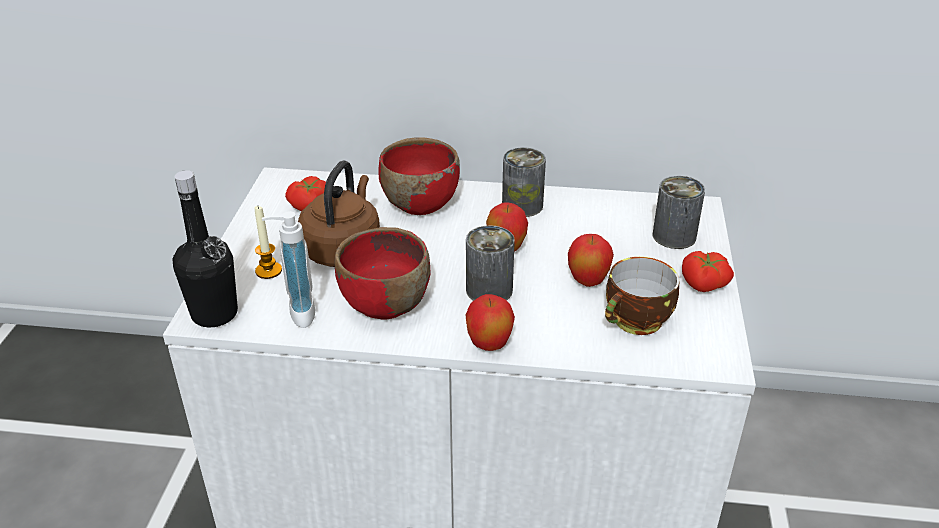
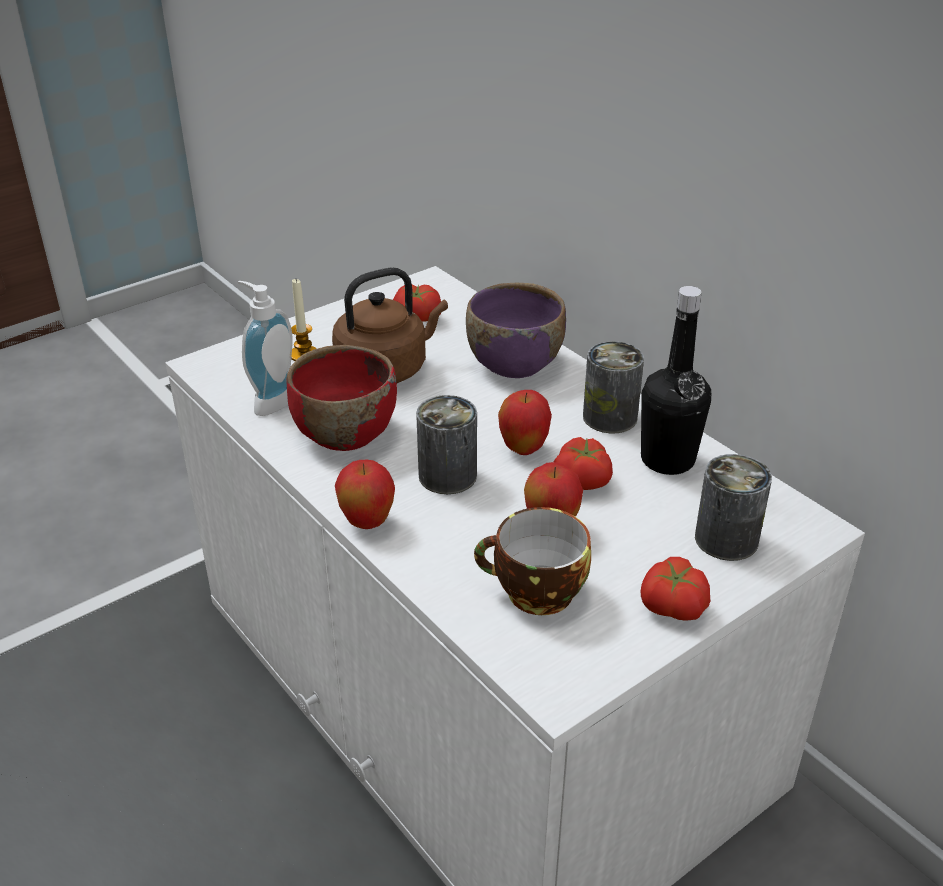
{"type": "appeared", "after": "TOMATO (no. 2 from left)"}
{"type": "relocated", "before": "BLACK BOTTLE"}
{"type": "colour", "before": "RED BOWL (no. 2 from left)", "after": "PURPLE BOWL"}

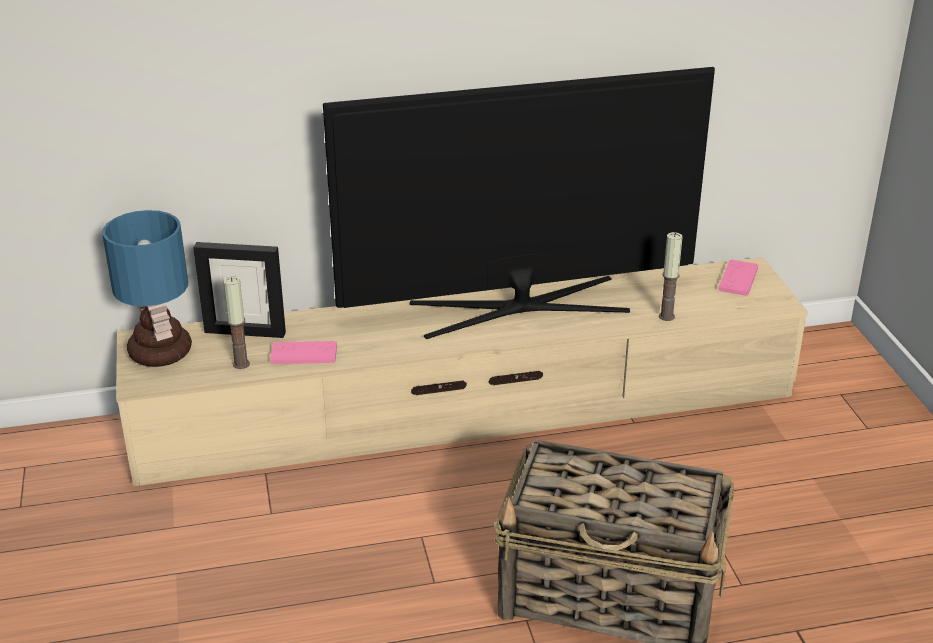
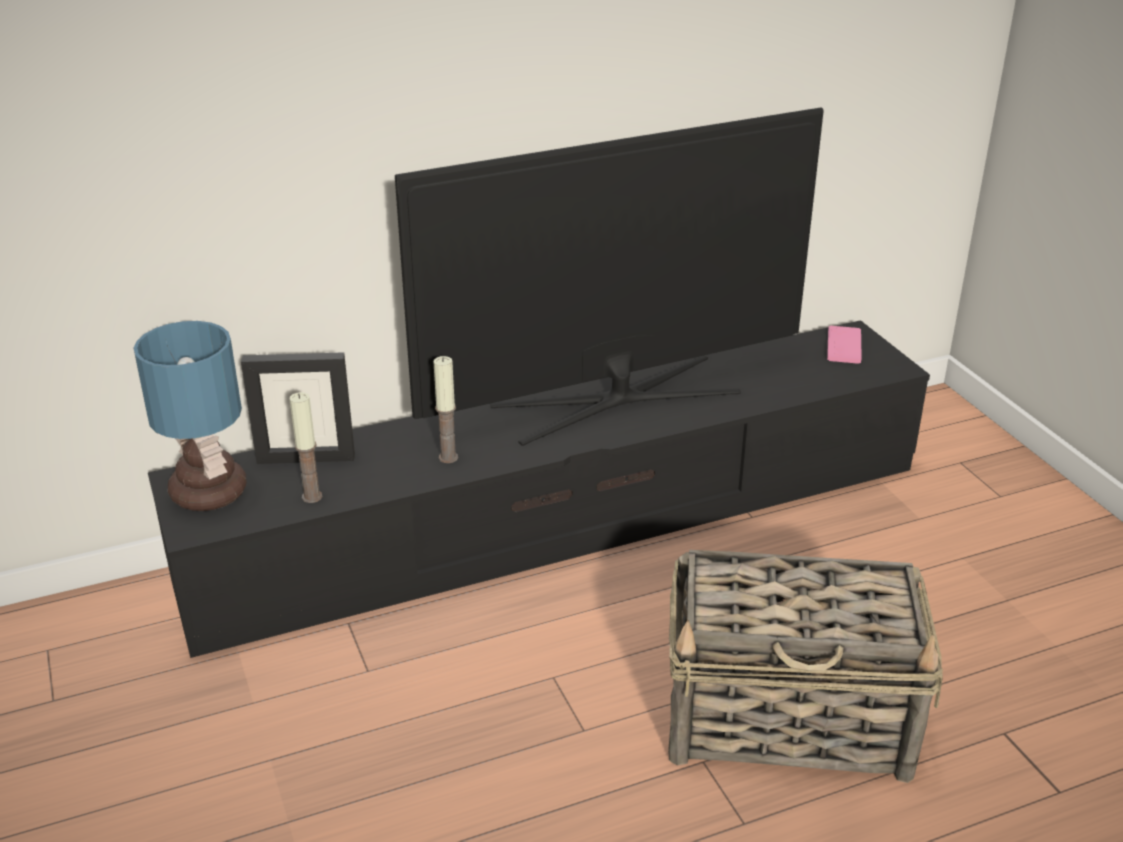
{"type": "missing", "before": "PINK GAME CONTROLLER (no. 1 from left)"}
{"type": "relocated", "before": "CANDLE (no. 2 from left)"}
{"type": "colour", "before": "BEIGE TV STAND", "after": "BLACK TV STAND"}

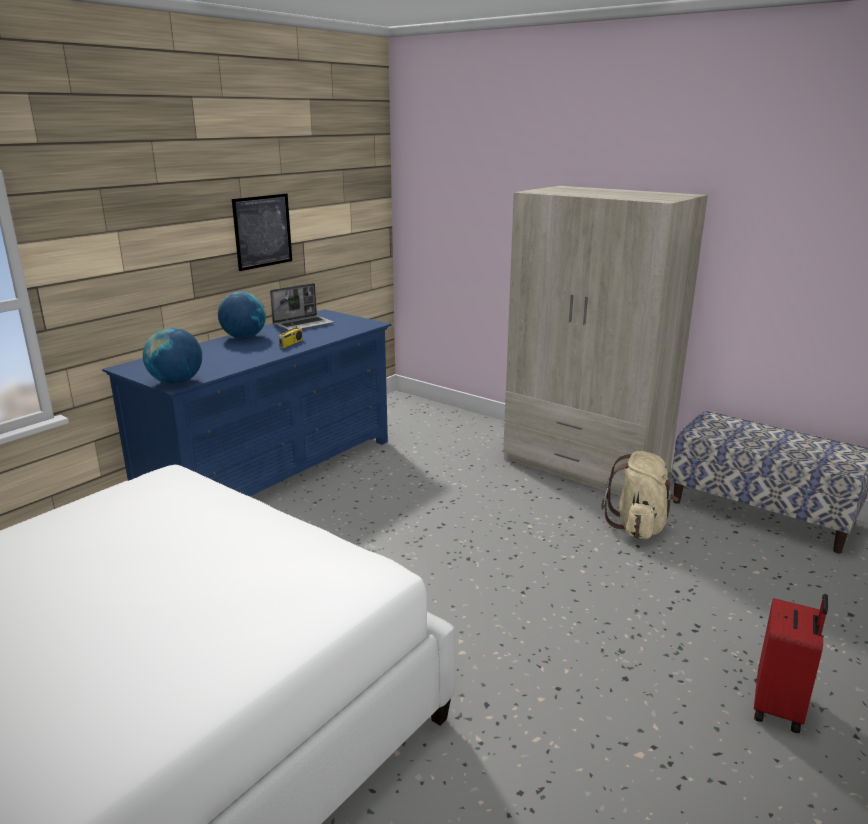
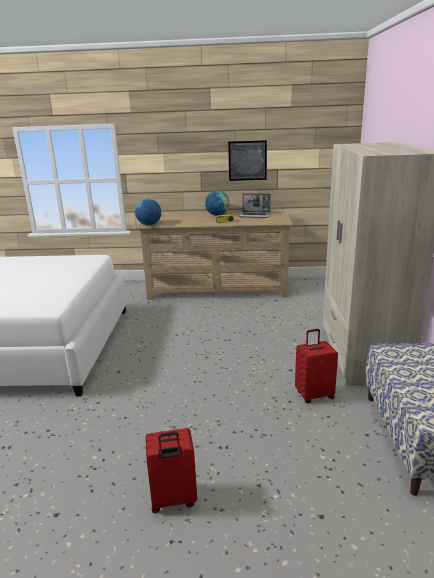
{"type": "exchanged", "before": "BEIGE BACKPACK", "after": "RED SUITCASE (no. 2 from left)"}
{"type": "colour", "before": "BLUE DRESSER", "after": "BEIGE DRESSER"}

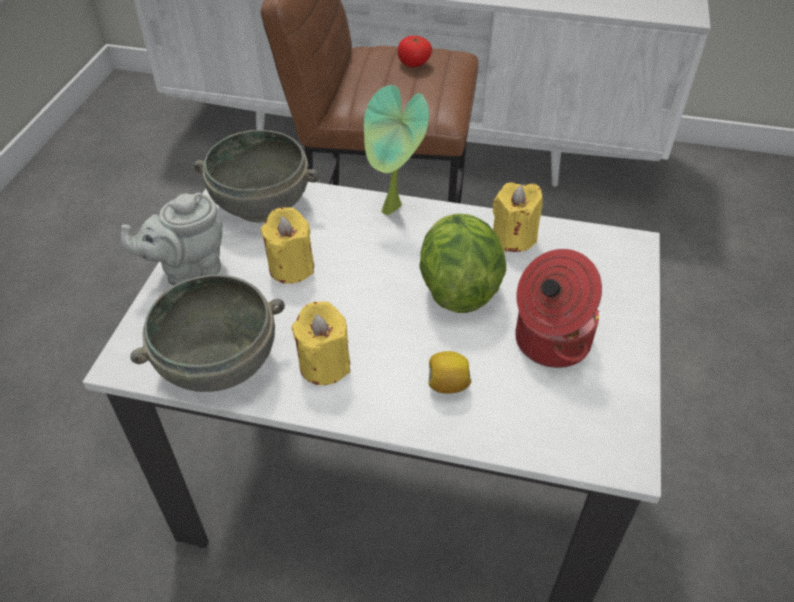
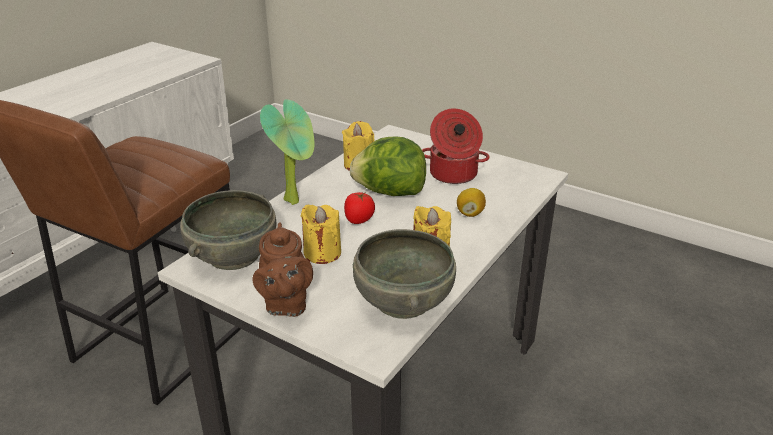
{"type": "relocated", "before": "TOMATO"}
{"type": "colour", "before": "GREY TEAPOT", "after": "BROWN TEAPOT"}

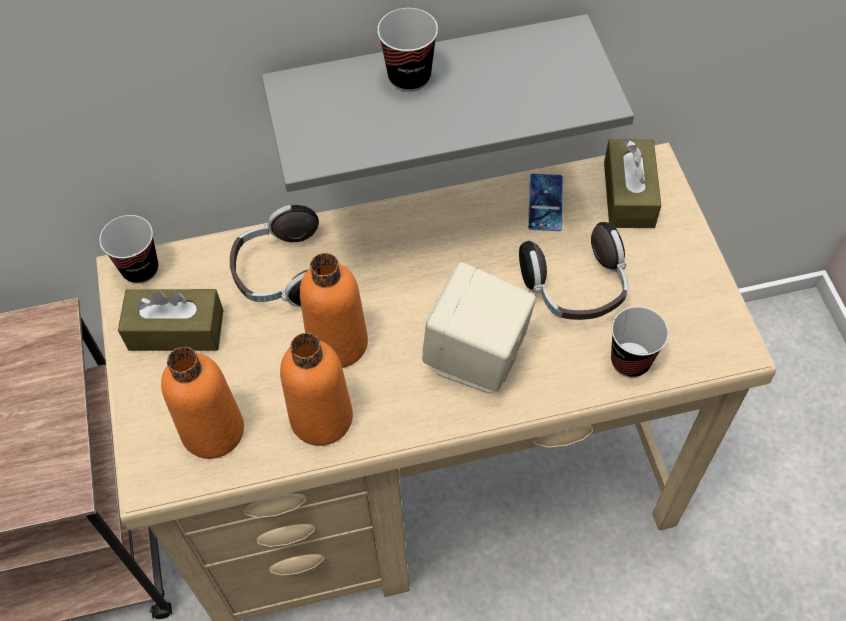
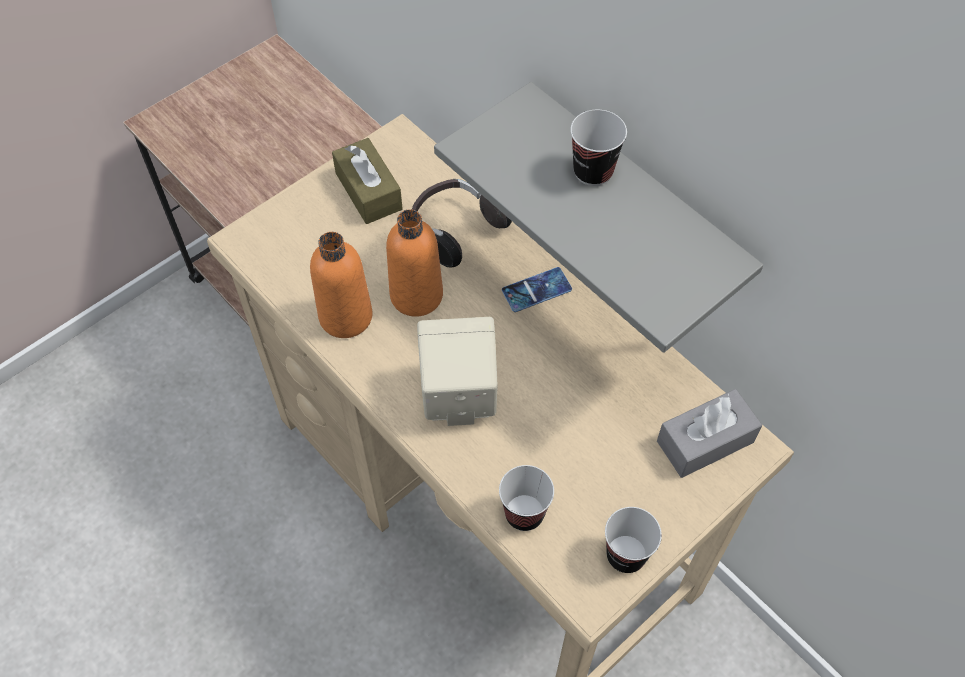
{"type": "missing", "before": "ORANGE BOTTLE (no. 1 from left)"}
{"type": "missing", "before": "HEADPHONES (no. 2 from left)"}
{"type": "relocated", "before": "CUP (no. 1 from left in the first image)", "after": "CUP (no. 3 from left)"}
{"type": "relocated", "before": "PHONE"}
{"type": "colour", "before": "BROWN TISSUE BOX (no. 2 from left)", "after": "GREY TISSUE BOX"}

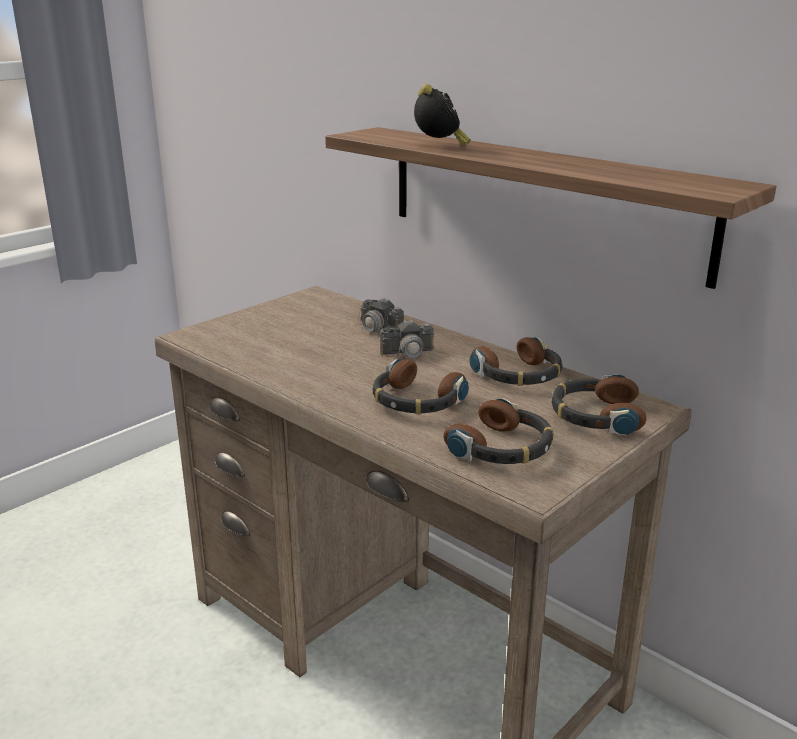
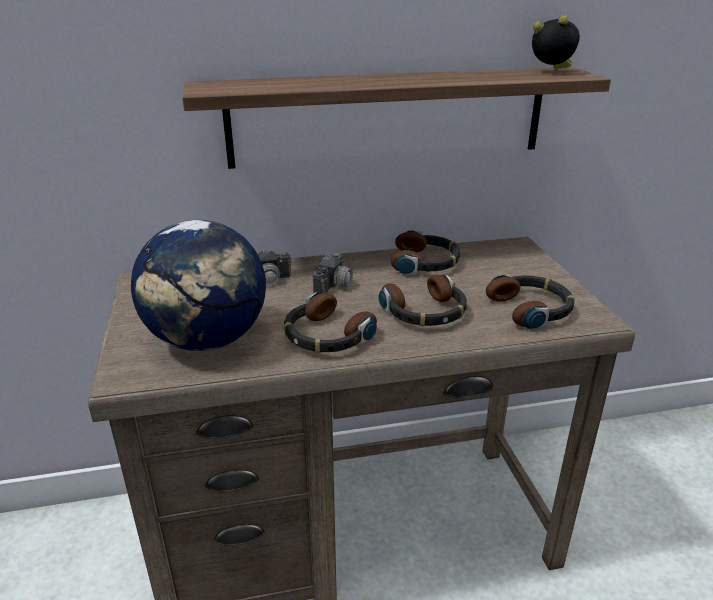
{"type": "appeared", "after": "GLOBE"}
{"type": "relocated", "before": "ALARM CLOCK"}
{"type": "relocated", "before": "HEADPHONES (no. 4 from left in the first image)", "after": "HEADPHONES (no. 1 from left)"}

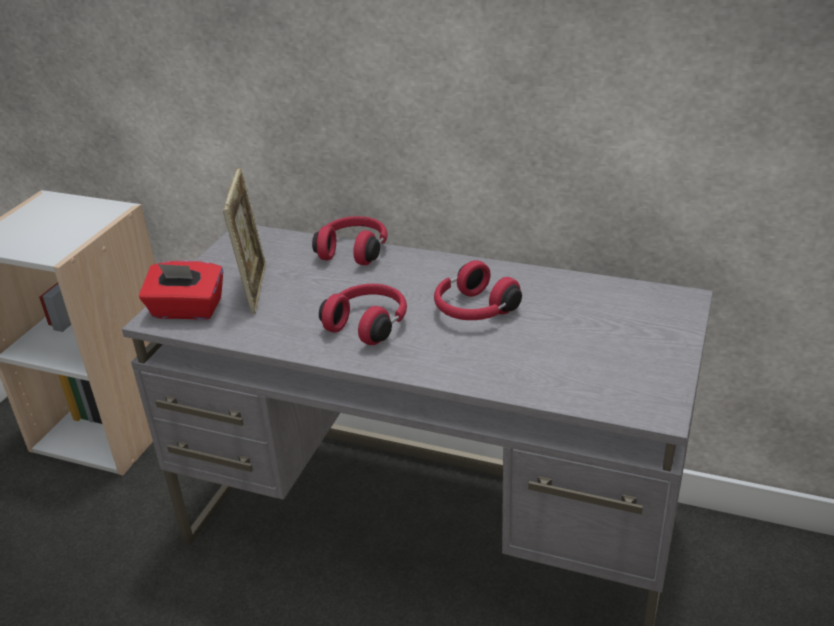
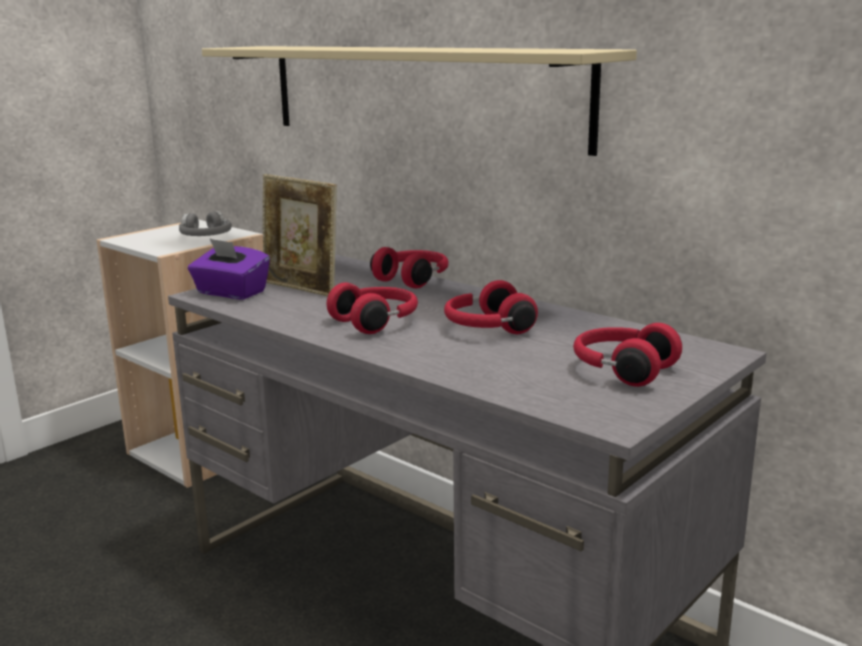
{"type": "appeared", "after": "GREY HEADPHONES"}
{"type": "appeared", "after": "BEIGE SHELF"}
{"type": "appeared", "after": "RED HEADPHONES (no. 4 from left)"}
{"type": "colour", "before": "RED TISSUE BOX", "after": "PURPLE TISSUE BOX"}
{"type": "spun", "before": "PICTURE FRAME", "turn": 105}

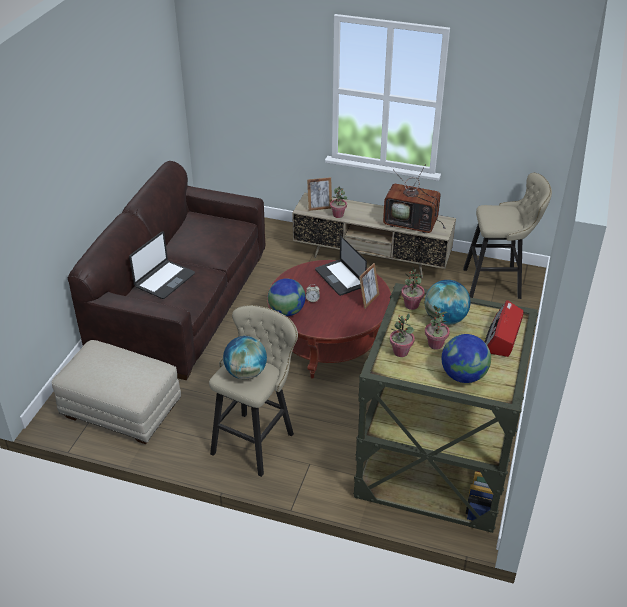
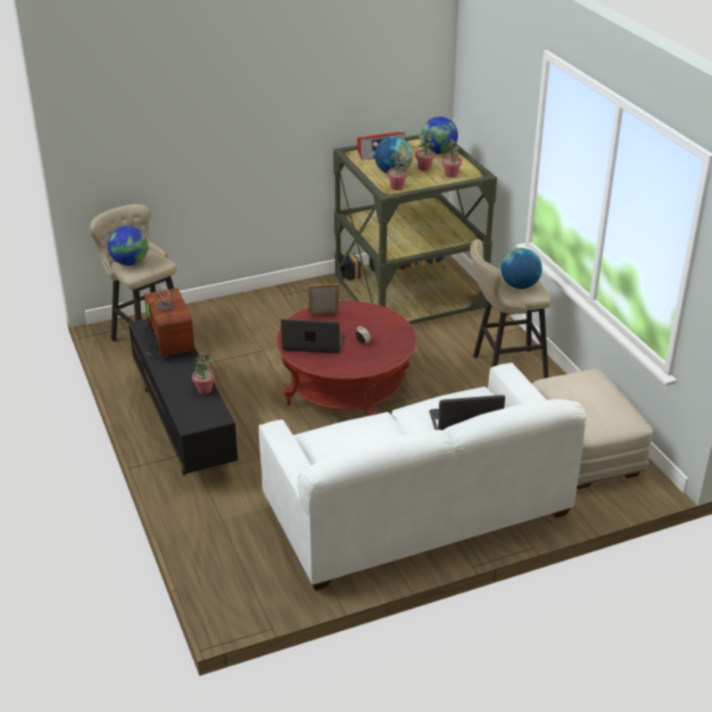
{"type": "missing", "before": "PICTURE FRAME (no. 1 from left)"}
{"type": "relocated", "before": "GLOBE (no. 2 from left in the first image)", "after": "GLOBE (no. 1 from left)"}
{"type": "colour", "before": "BROWN SOFA", "after": "WHITE SOFA"}
{"type": "colour", "before": "BEIGE TV STAND", "after": "BLACK TV STAND"}
{"type": "spun", "before": "LAPTOP (no. 2 from left in the first image)", "turn": -105}

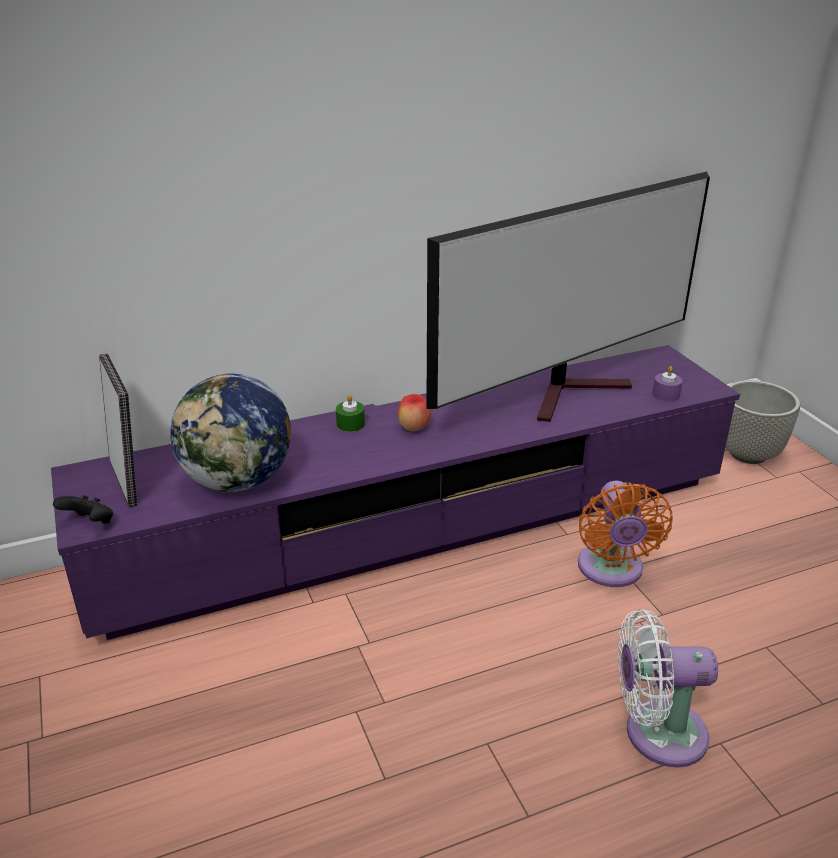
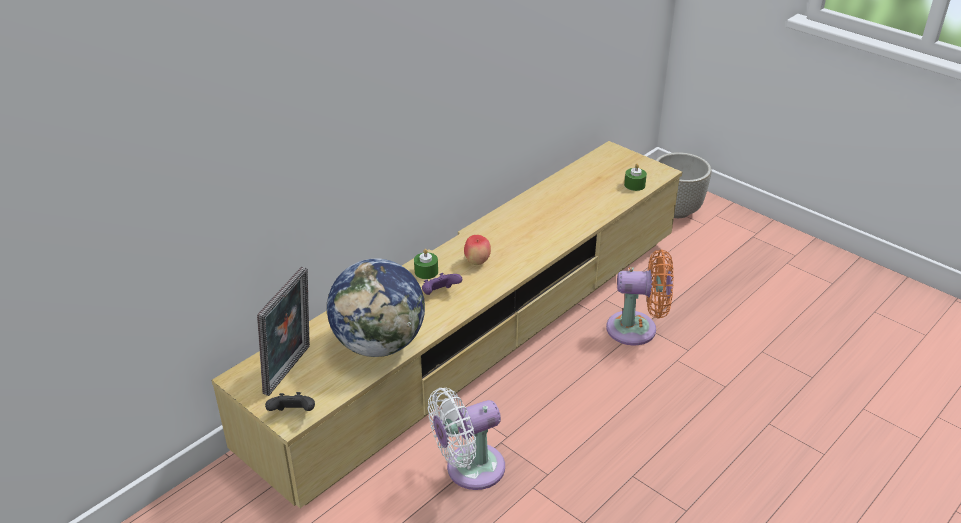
{"type": "missing", "before": "TELEVISION"}
{"type": "appeared", "after": "PURPLE GAME CONTROLLER"}
{"type": "relocated", "before": "WHITE FAN"}
{"type": "colour", "before": "PURPLE TV STAND", "after": "BEIGE TV STAND"}
{"type": "colour", "before": "PURPLE CANDLE", "after": "GREEN CANDLE (no. 2 from left)"}
{"type": "spun", "before": "PICTURE FRAME", "turn": 75}
{"type": "spun", "before": "ORANGE FAN", "turn": -60}

